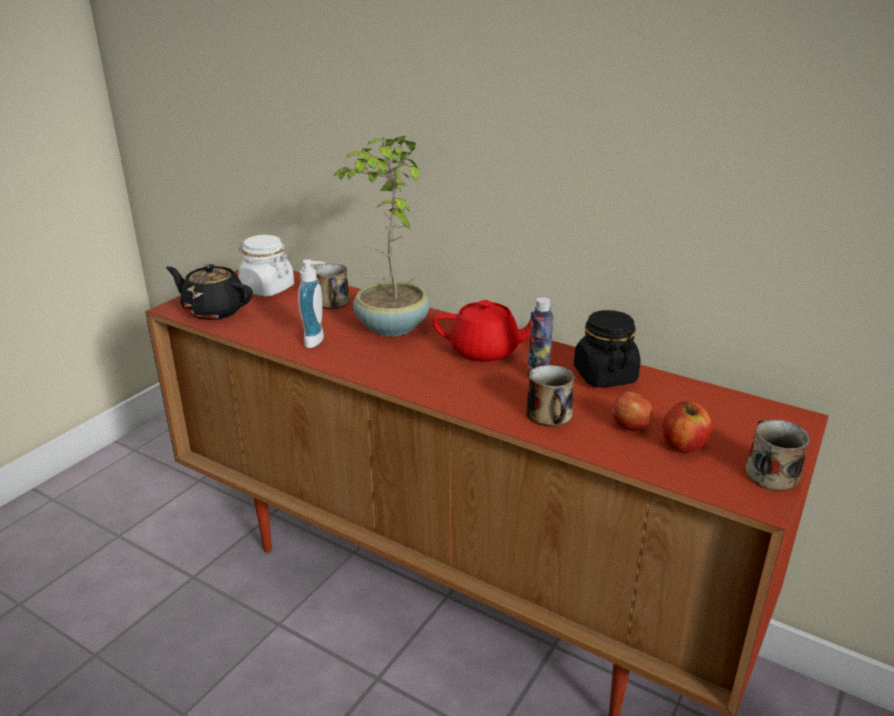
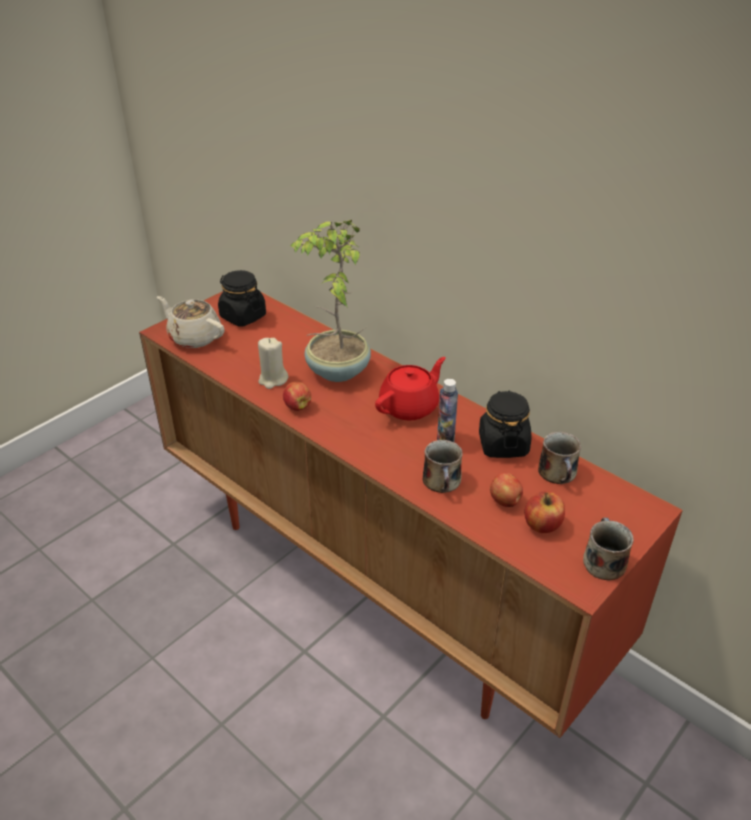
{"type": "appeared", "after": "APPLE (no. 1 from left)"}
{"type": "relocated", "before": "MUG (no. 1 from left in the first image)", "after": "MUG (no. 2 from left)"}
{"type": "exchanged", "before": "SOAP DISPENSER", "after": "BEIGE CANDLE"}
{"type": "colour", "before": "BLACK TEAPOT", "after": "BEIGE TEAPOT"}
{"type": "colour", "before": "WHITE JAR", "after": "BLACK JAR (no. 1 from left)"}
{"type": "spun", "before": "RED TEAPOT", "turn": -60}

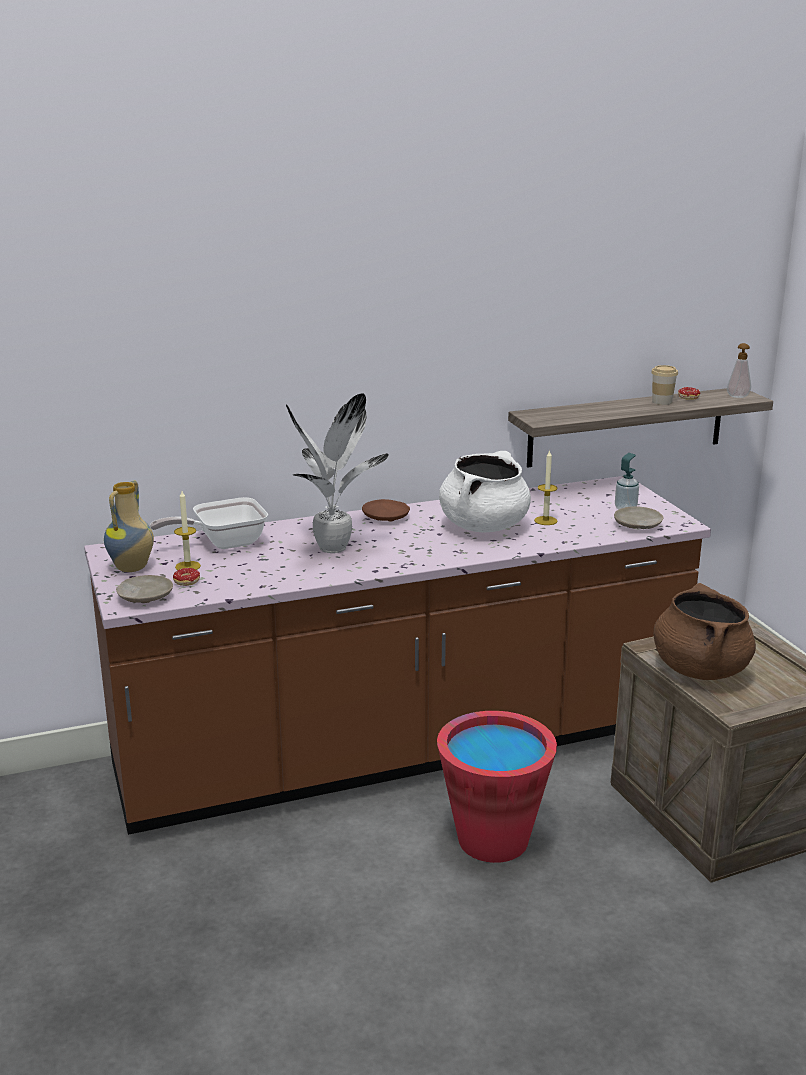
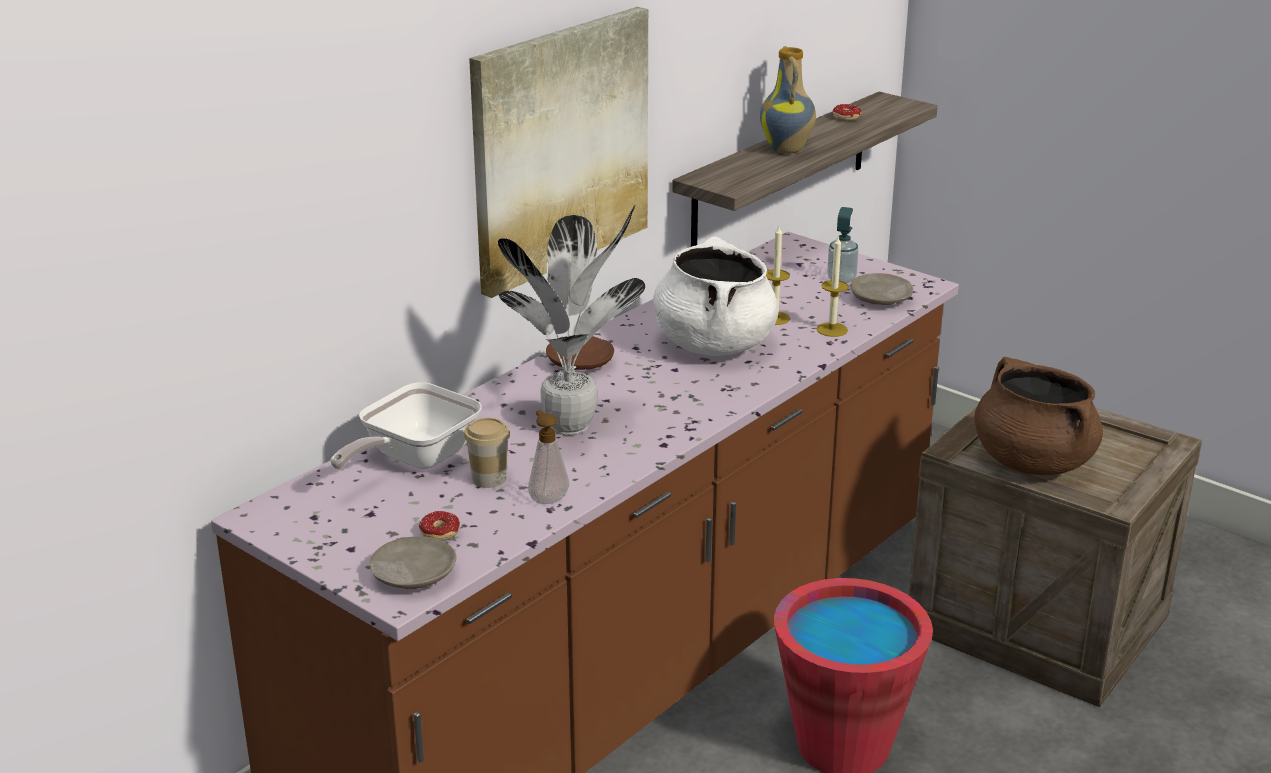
{"type": "appeared", "after": "PICTURE"}
{"type": "relocated", "before": "VASE"}
{"type": "relocated", "before": "CANDLE (no. 1 from left in the first image)", "after": "CANDLE (no. 2 from left)"}
{"type": "relocated", "before": "CUP"}
{"type": "relocated", "before": "SOAP DISPENSER (no. 2 from left in the first image)", "after": "SOAP DISPENSER (no. 1 from left)"}

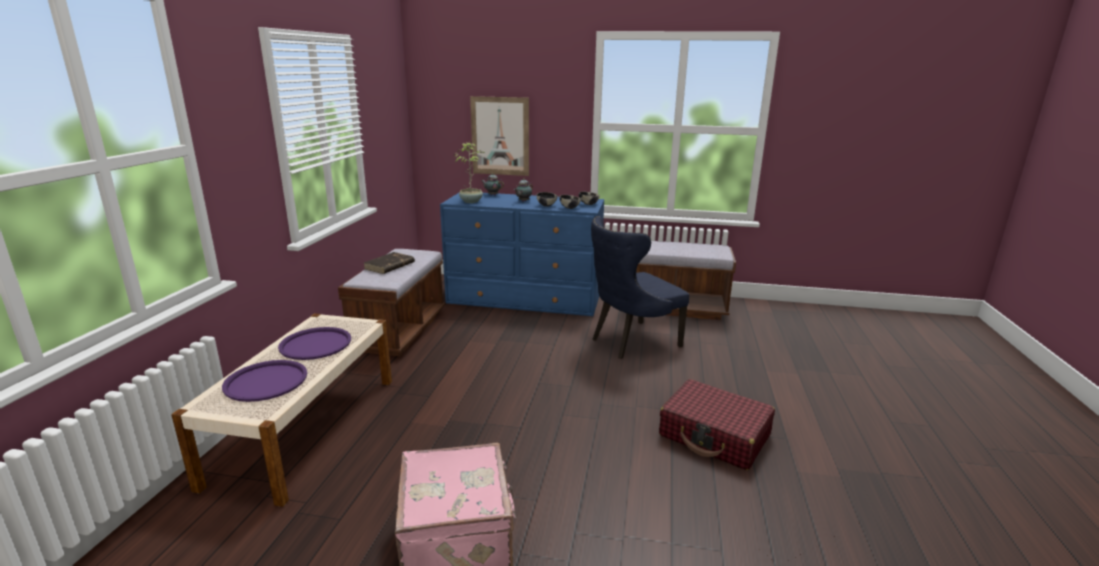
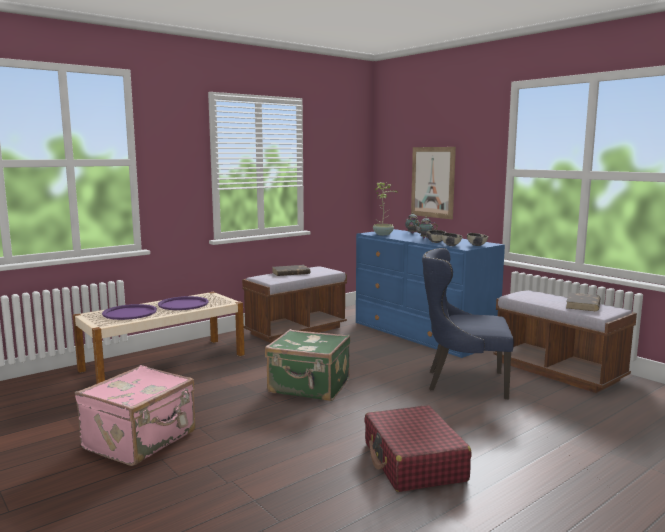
{"type": "appeared", "after": "GREEN SUITCASE"}
{"type": "appeared", "after": "BROWN BOOK (no. 2 from left)"}

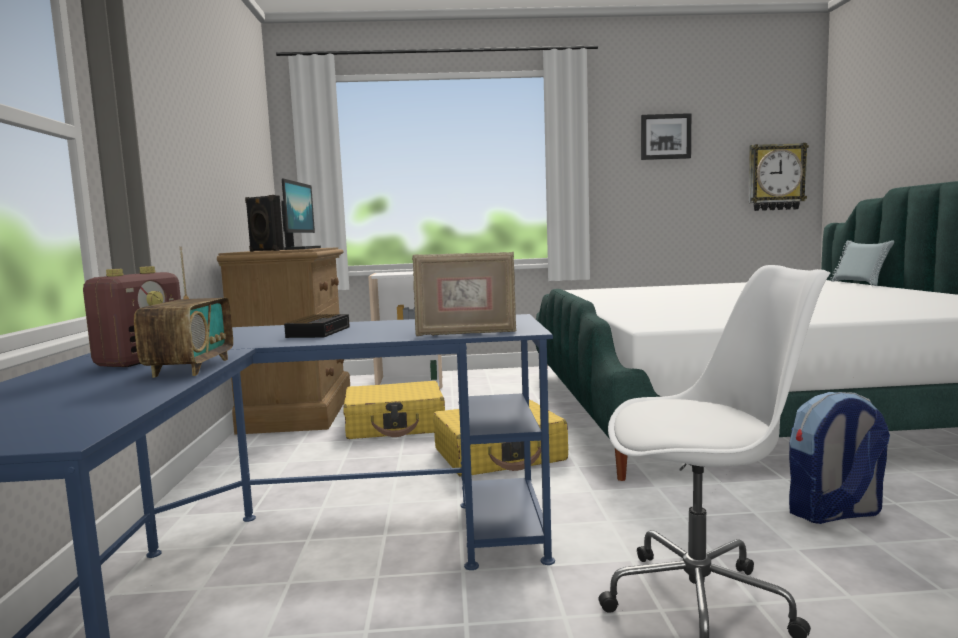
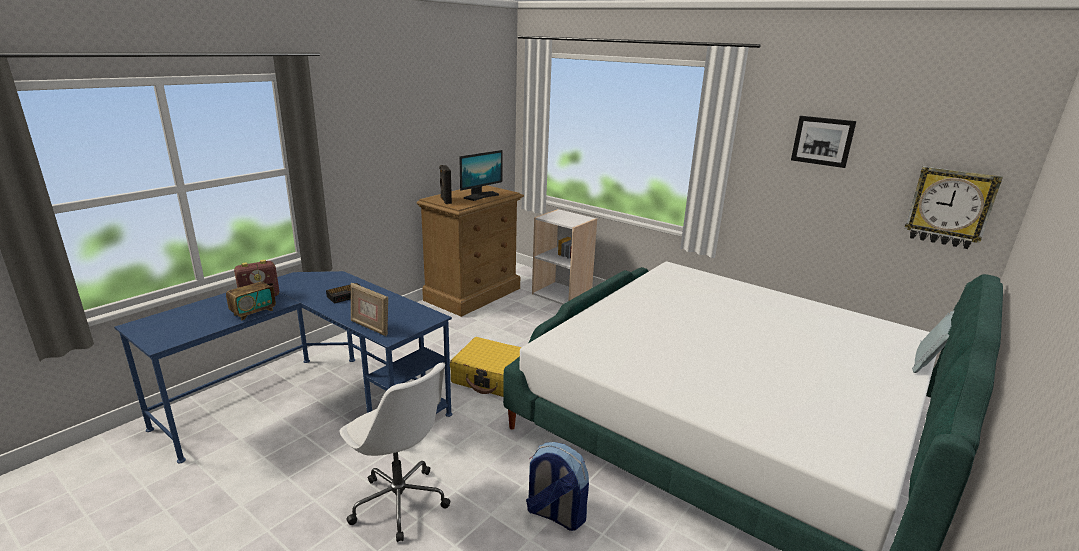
{"type": "missing", "before": "YELLOW SUITCASE (no. 1 from left)"}

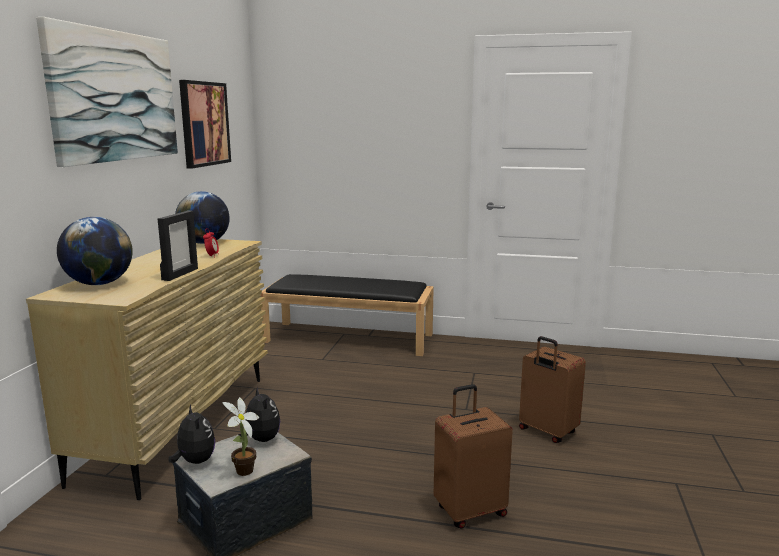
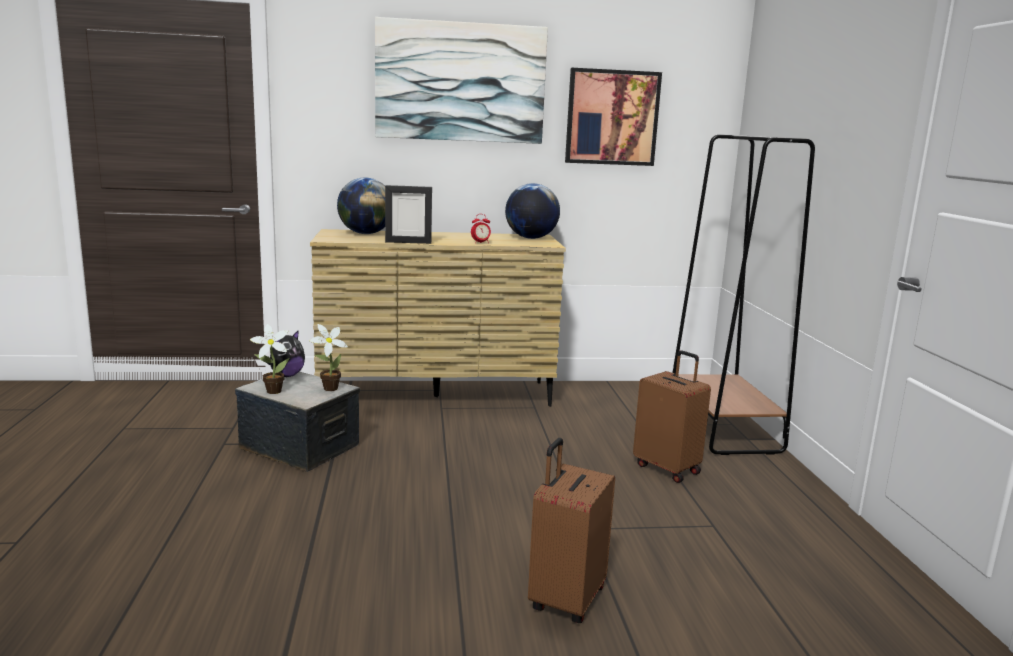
{"type": "relocated", "before": "BROWN SUITCASE (no. 1 from left in the first image)", "after": "BROWN SUITCASE (no. 2 from left)"}
{"type": "exchanged", "before": "PLUSH TOY (no. 2 from left)", "after": "POTTED PLANT (no. 2 from left)"}
{"type": "exchanged", "before": "BLACK BENCH", "after": "CLOTHES RACK"}

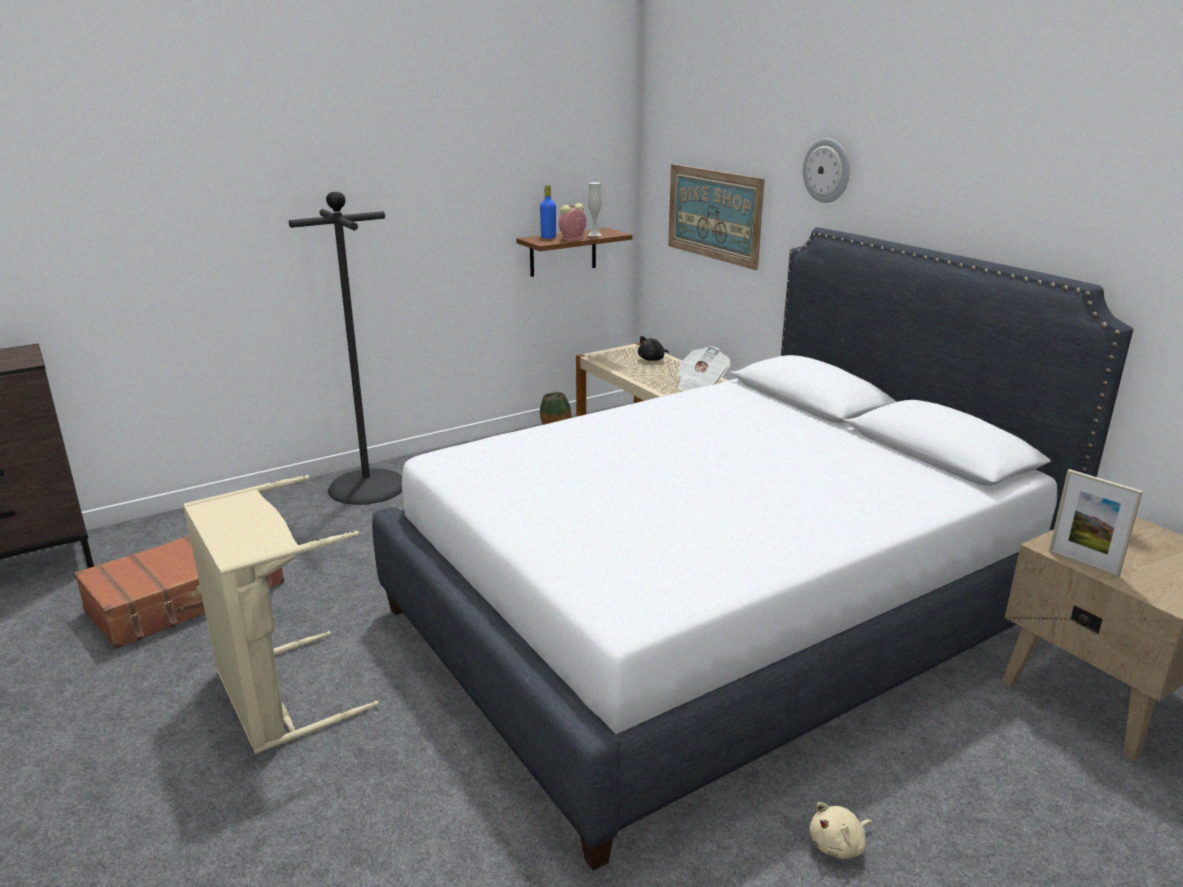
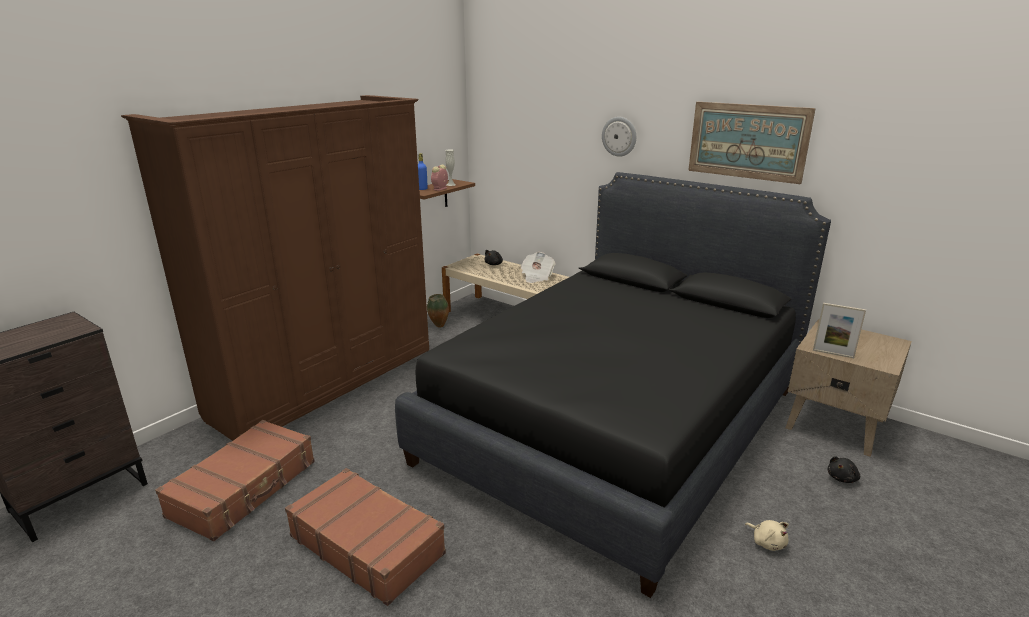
{"type": "appeared", "after": "BLACK PLUSH TOY (no. 2 from left)"}
{"type": "relocated", "before": "PICTURE"}
{"type": "exchanged", "before": "BEIGE LAUNDRY BASKET", "after": "BROWN SUITCASE (no. 2 from left)"}
{"type": "exchanged", "before": "BLACK CLOTHES RACK", "after": "BROWN WARDROBE"}
{"type": "colour", "before": "WHITE BED", "after": "BLACK BED"}
{"type": "spun", "before": "BEIGE PLUSH TOY", "turn": -75}

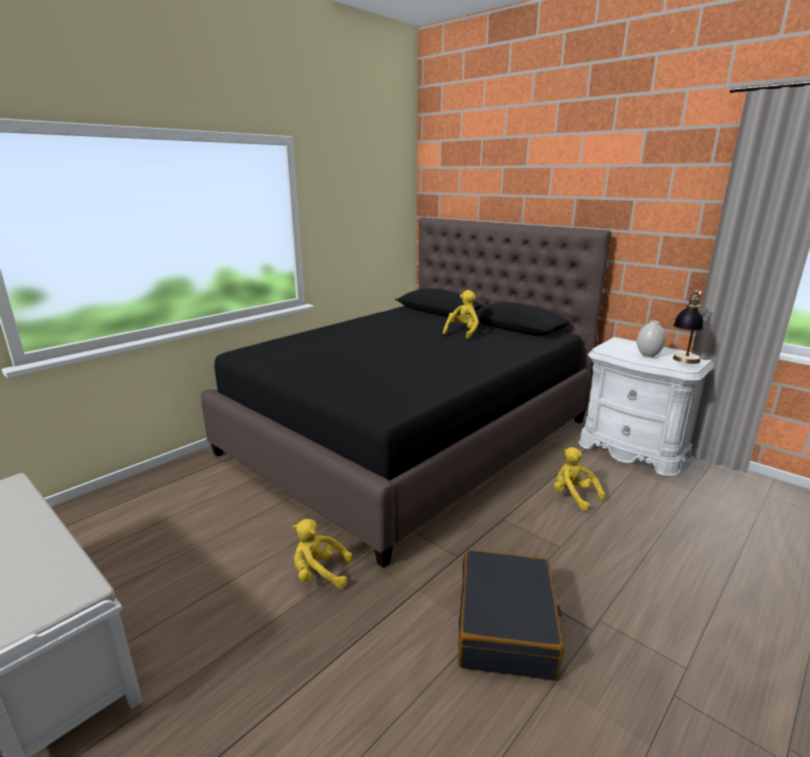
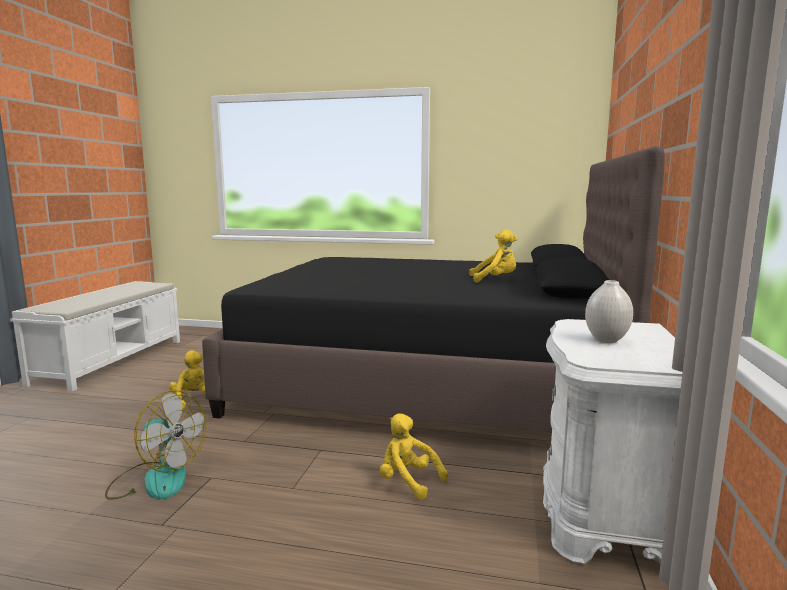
{"type": "missing", "before": "TABLE LAMP"}
{"type": "exchanged", "before": "BLACK SUITCASE", "after": "FAN"}
{"type": "spun", "before": "YELLOW PLUSH TOY (no. 3 from left in the first image)", "turn": -75}

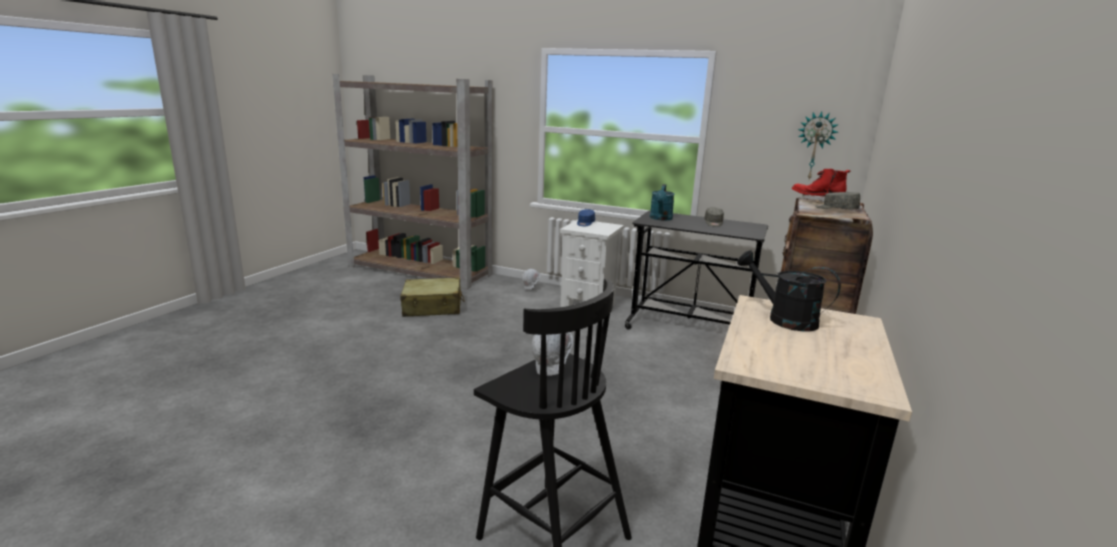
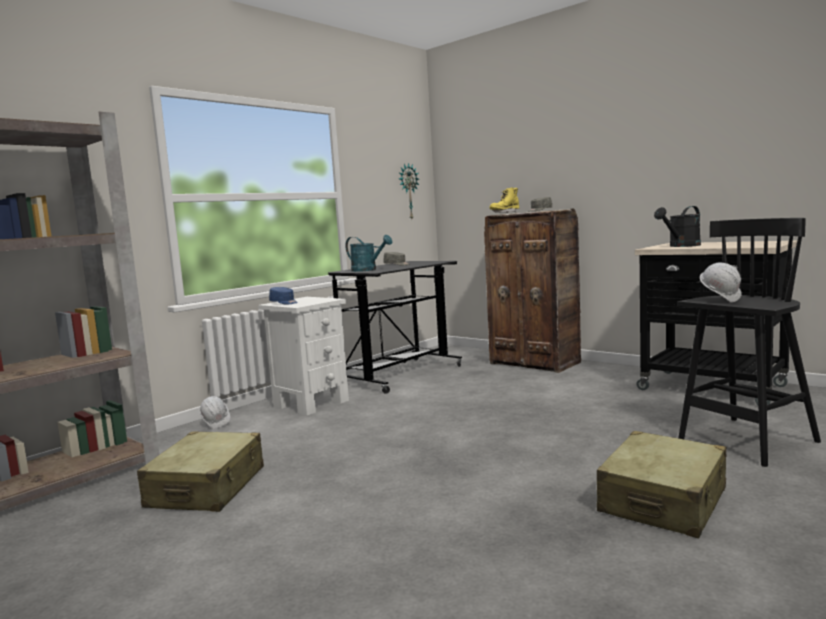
{"type": "appeared", "after": "BEIGE SUITCASE (no. 2 from left)"}
{"type": "colour", "before": "RED BOOT", "after": "YELLOW BOOT"}

